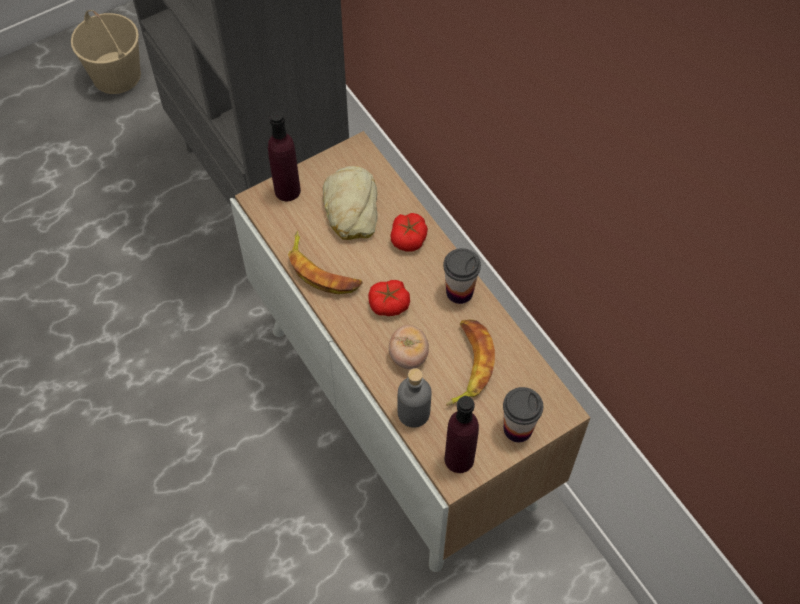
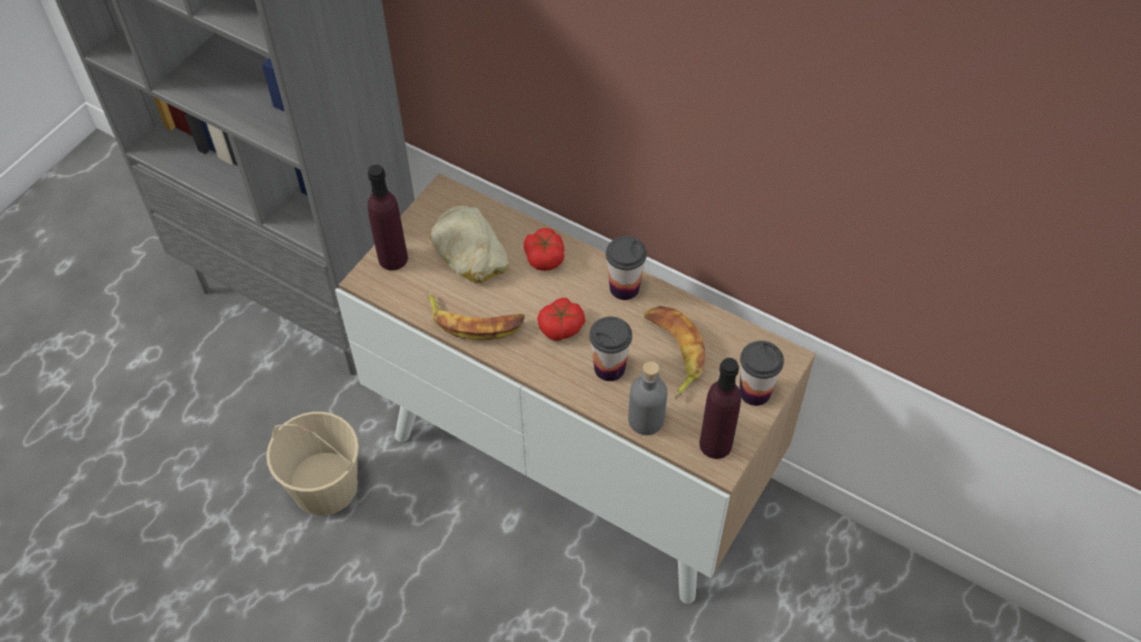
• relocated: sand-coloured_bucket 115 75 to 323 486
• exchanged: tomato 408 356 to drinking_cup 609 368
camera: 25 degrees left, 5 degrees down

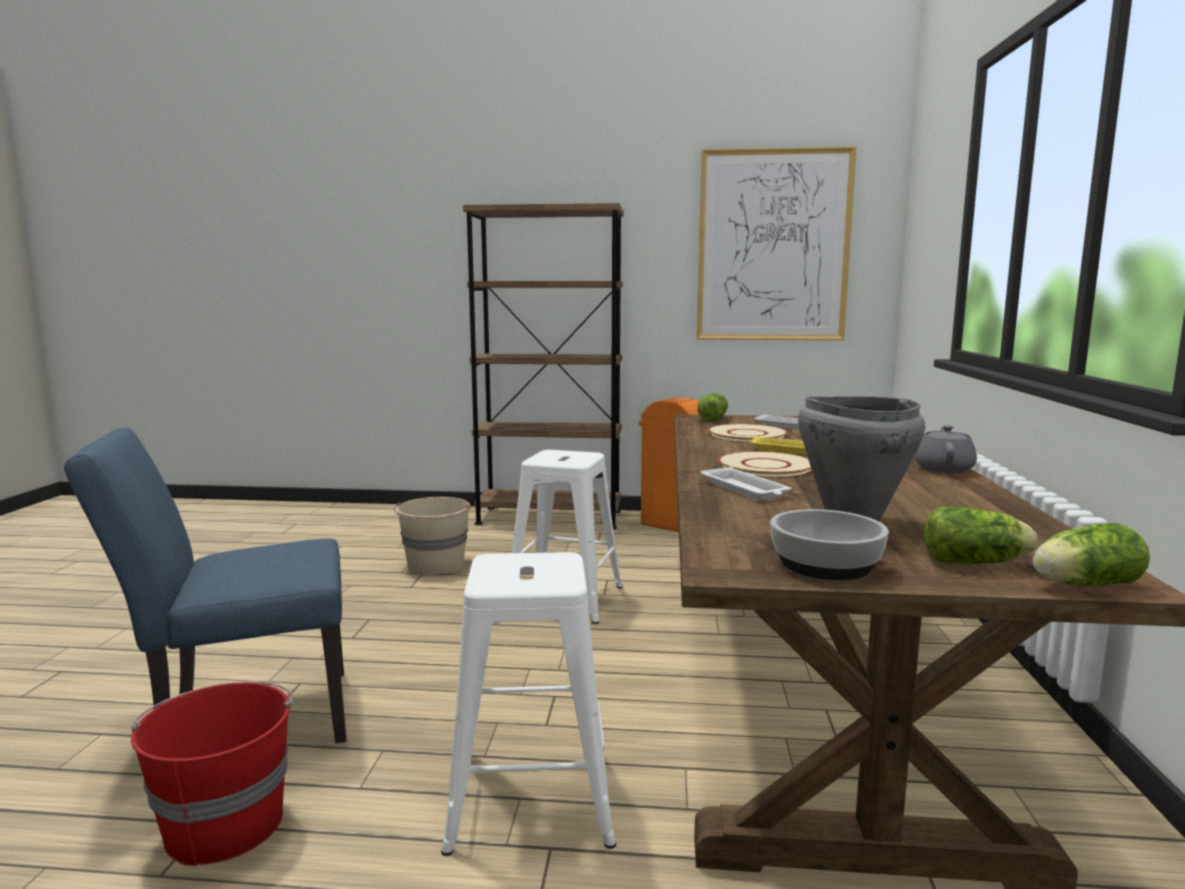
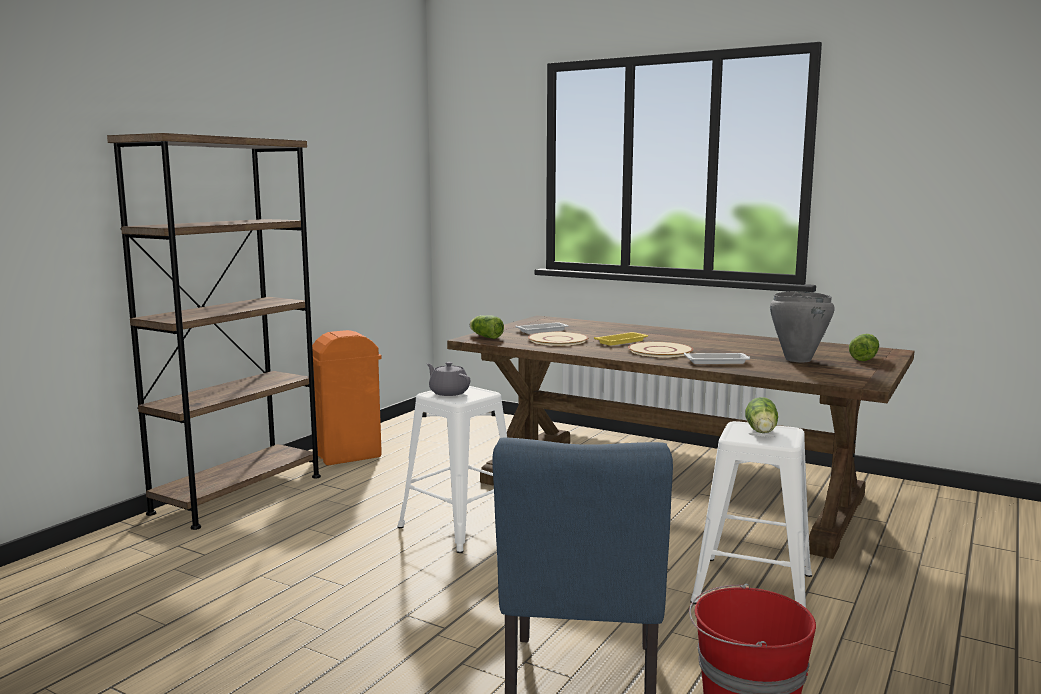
• missing: sand-coloured_bucket 435 565
• missing: wall_picture 773 246
• missing: serving_bowl 824 564
• relocated: greyish_tea_pot 944 469 to 448 392
• relocated: head_of_lettuce 1081 585 to 761 432
camera: 65 degrees left, 0 degrees up

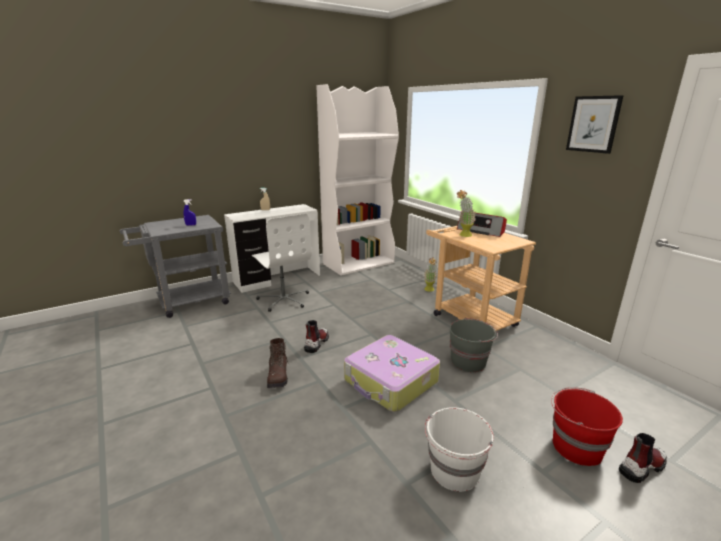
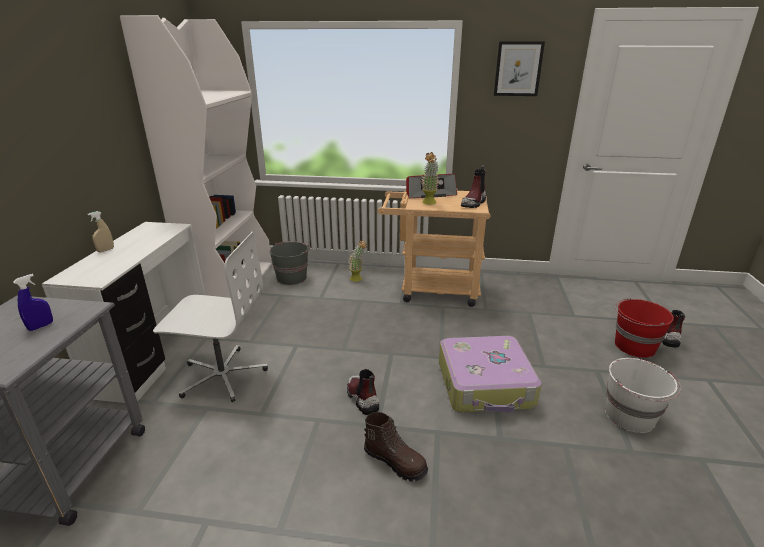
• relocated: greyish_bucket 469 361 to 292 277
• appeared: high-top_boot 473 203
camera: 50 degrees left, 5 degrees up

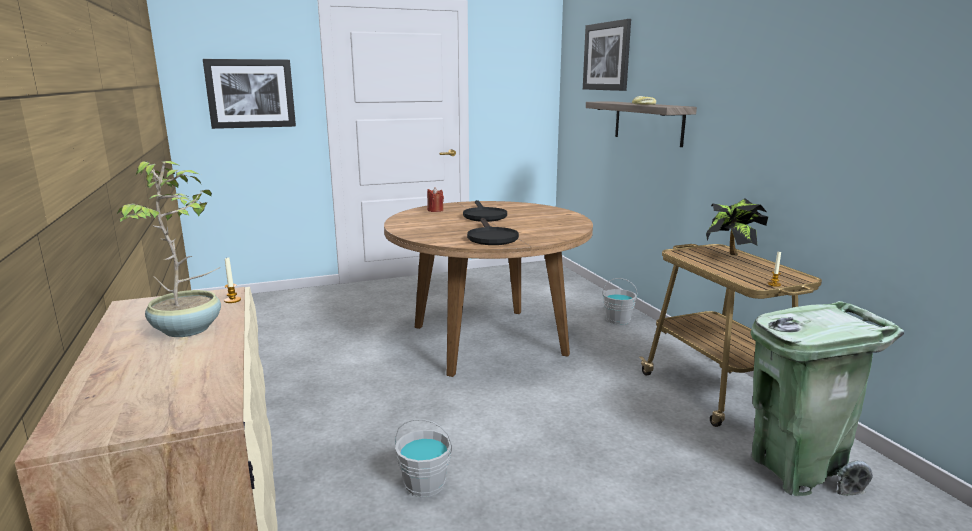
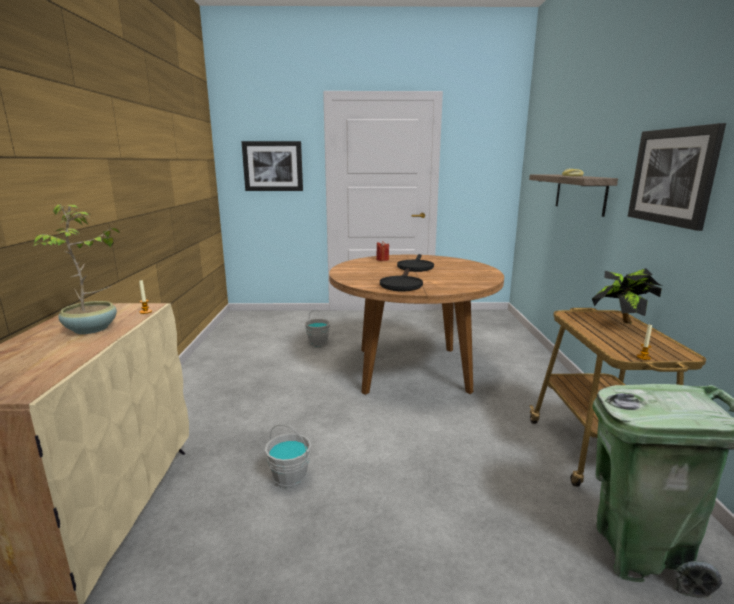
• relocated: wall_picture 607 56 to 672 176
• relocated: greyish_bucket 618 319 to 318 342
camera: 20 degrees right, 0 degrees up

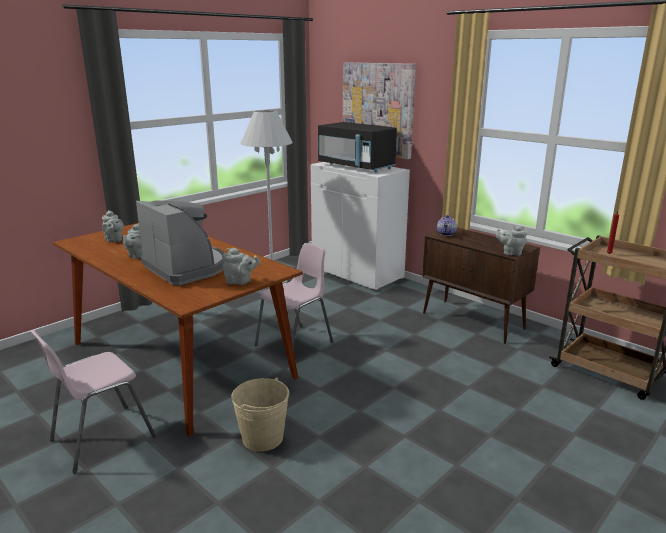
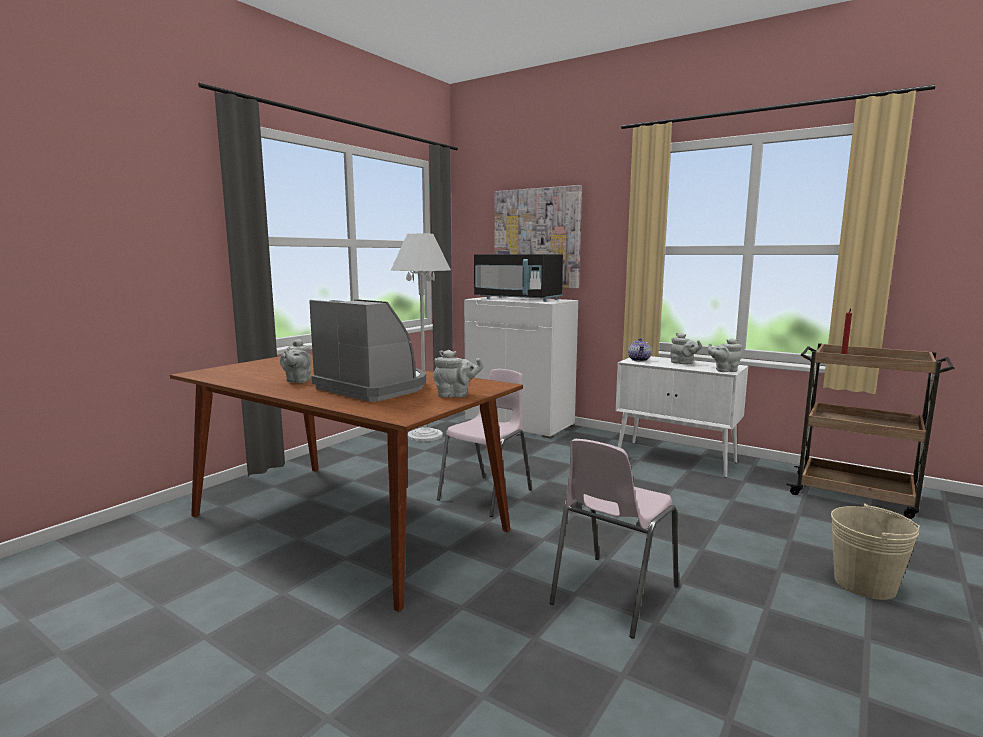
• relocated: pink_chair 101 438 to 612 595
• relocated: greyish_tea_pot 114 240 to 683 363
• relocated: sand-coloured_bucket 262 438 to 865 584
• colour: brownish_cupboard 473 321 to whitish_cupboard 677 459
camera: 10 degrees left, 10 degrees down

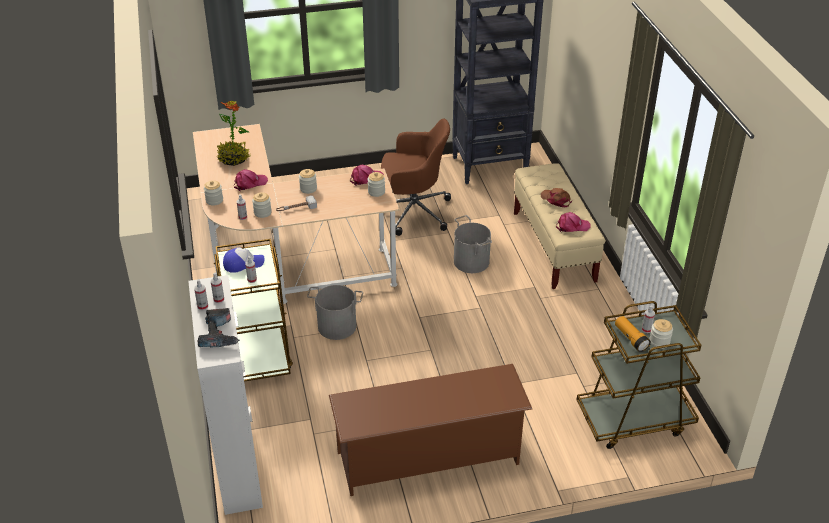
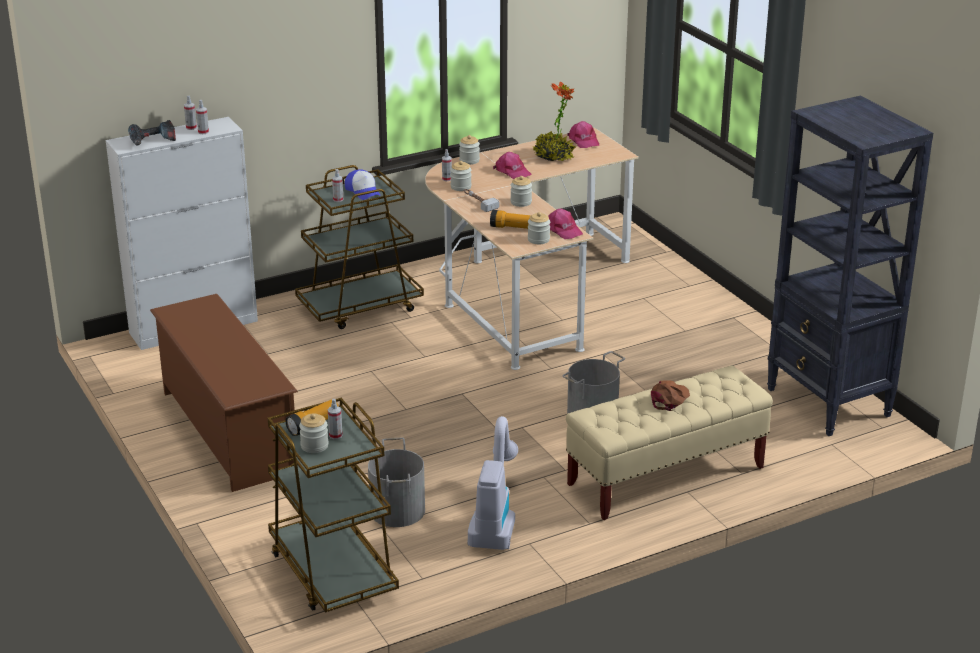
• relocated: greyish_bucket 337 327 to 396 510
• missing: brownish_office_chair 413 211
• relocated: pink_baseball_cap 572 226 to 583 141
• appeared: vacuum 494 520
• appeared: torch 512 228
camera: 75 degrees right, 10 degrees down

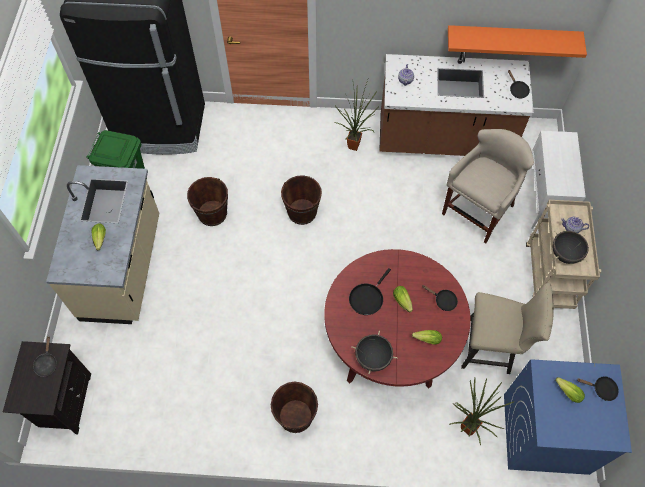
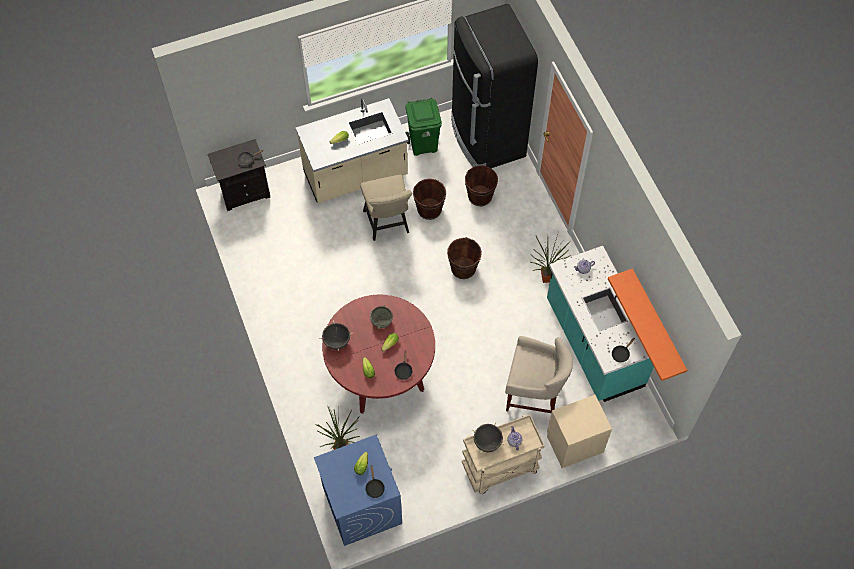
• relocated: brownish_bucket 295 416 to 480 196
• exchanged: black_frying_pan 367 298 to greyish_serving_bowl 381 321
• colour: brownish_kitchen_counter 444 139 to blue-green_kitchen_counter 593 344
• relocated: sand-coloured_chair 492 348 to 387 224
• exchanged: whitish_cupboard 544 200 to sand-coloured_nightstand 574 443
camera: 65 degrees right, 0 degrees up

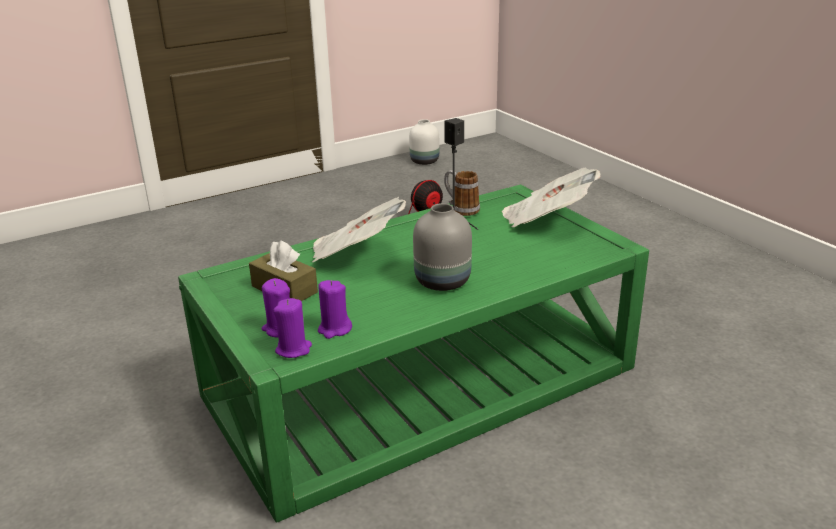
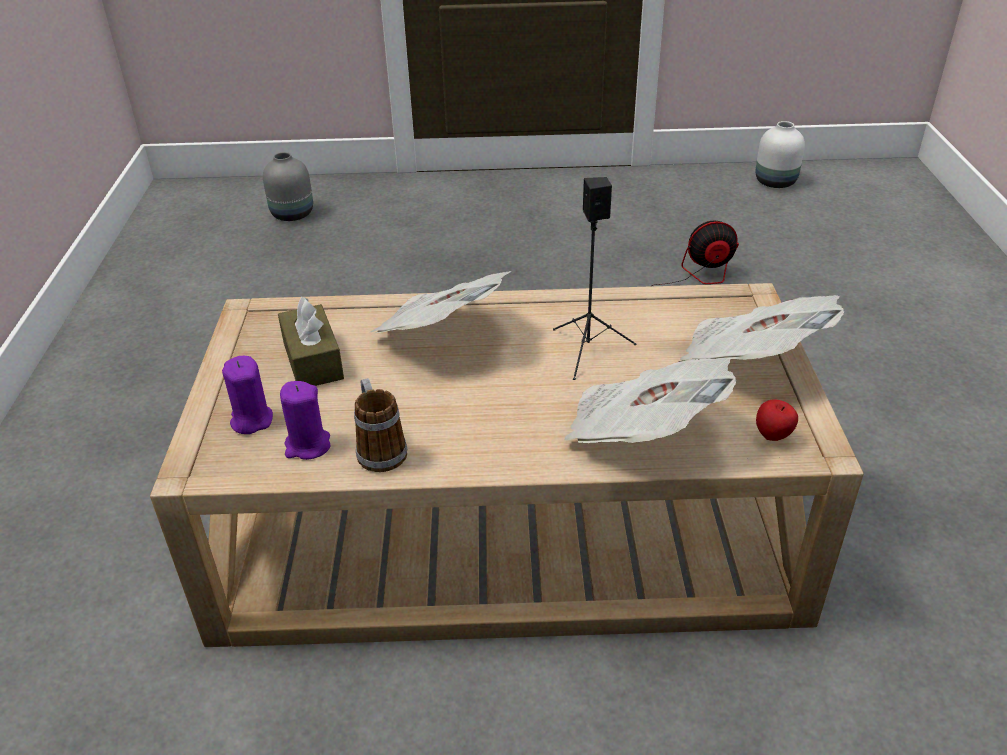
• colour: green-coloured_low_table 422 383 to sand-coloured_low_table 506 526
• missing: purplish_candle 293 349
• relocated: greyish_flower_vase 441 282 to 291 214
• relocated: mug 461 209 to 379 449
• appeared: printed_paper 641 433
• appeared: whole_apple 773 436
camera: 30 degrees right, 10 degrees up

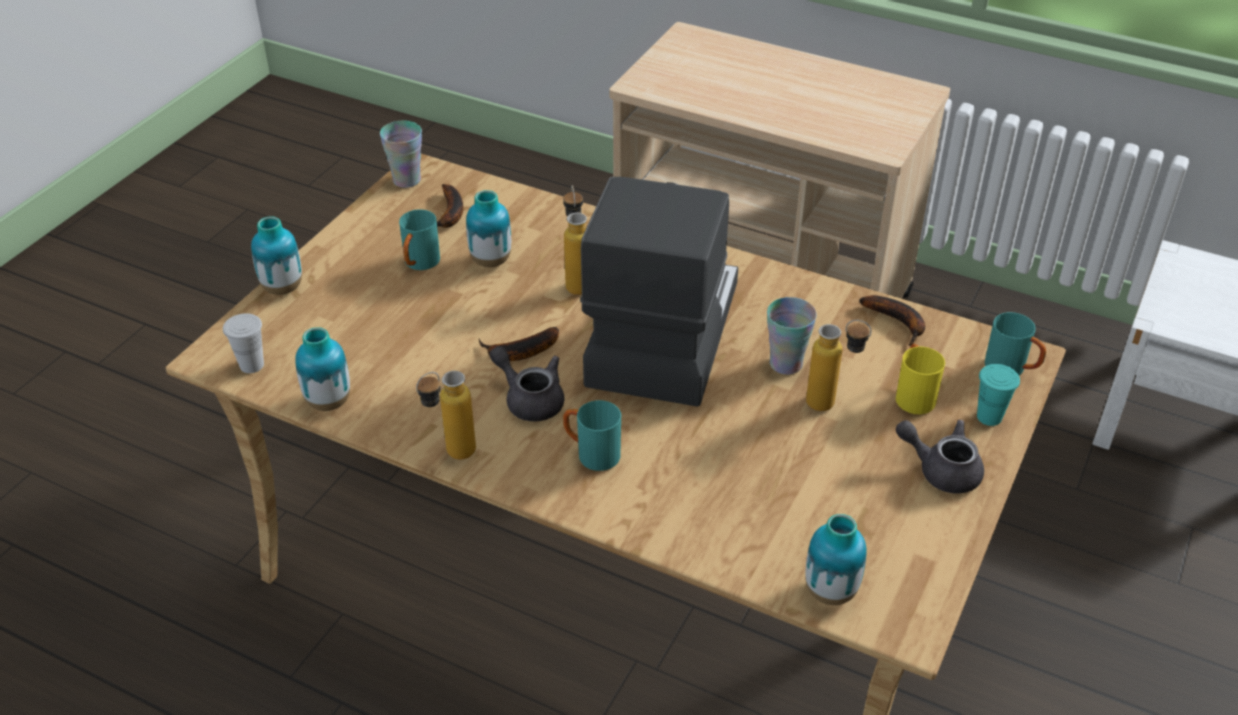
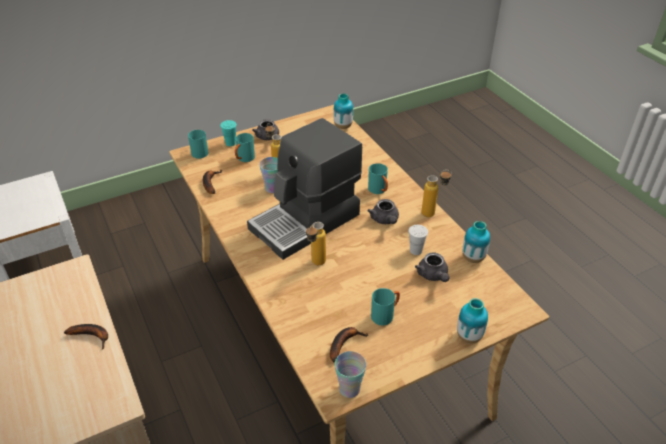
• relocated: whitish_drinking_cup 252 365 to 416 250
• missing: flower_vase 491 261
• relocated: banana 519 353 to 92 336
• colour: yellow_mug 913 395 to blue-green_mug 244 159
• appeared: greyish_tea_pot 433 276
camera: 145 degrees left, 0 degrees up

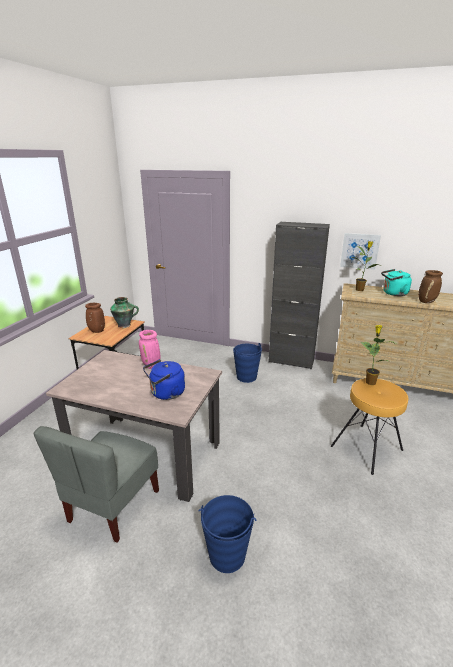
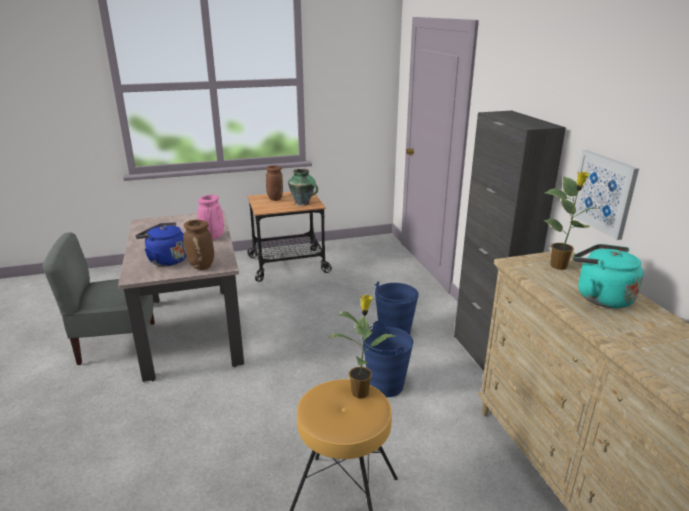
• relocated: bluish_bucket 227 555 to 385 385
• relocated: brownish_flower_vase 426 301 to 202 267
camera: 55 degrees right, 0 degrees up

